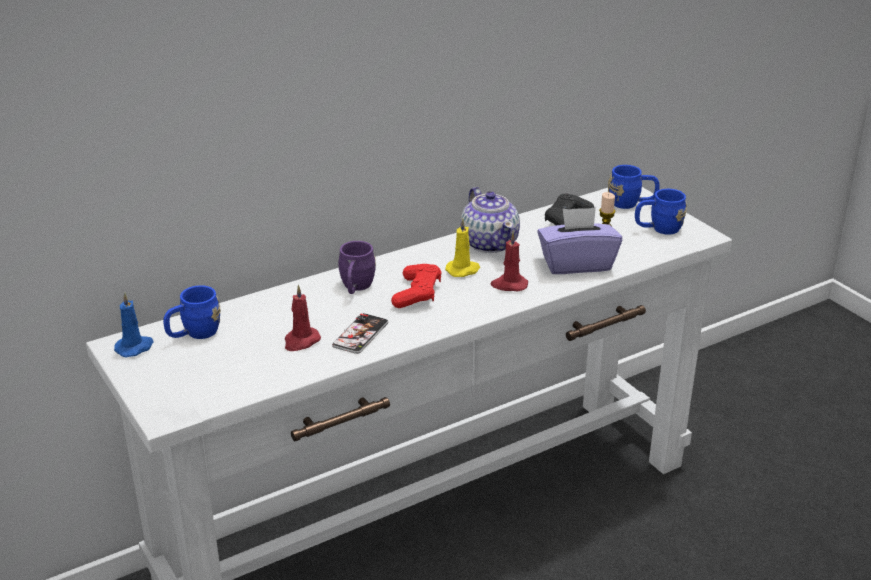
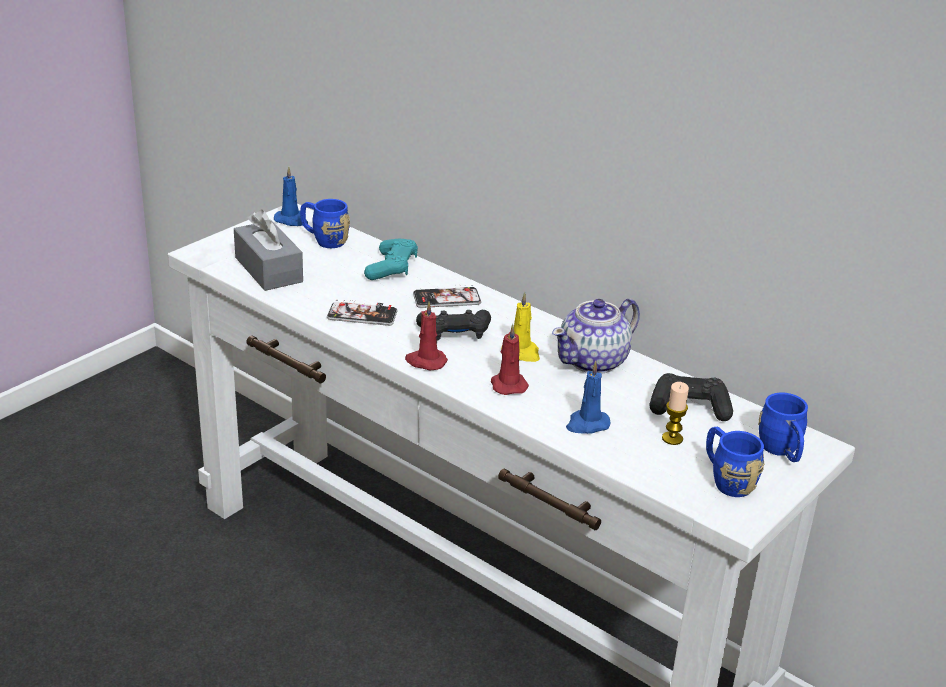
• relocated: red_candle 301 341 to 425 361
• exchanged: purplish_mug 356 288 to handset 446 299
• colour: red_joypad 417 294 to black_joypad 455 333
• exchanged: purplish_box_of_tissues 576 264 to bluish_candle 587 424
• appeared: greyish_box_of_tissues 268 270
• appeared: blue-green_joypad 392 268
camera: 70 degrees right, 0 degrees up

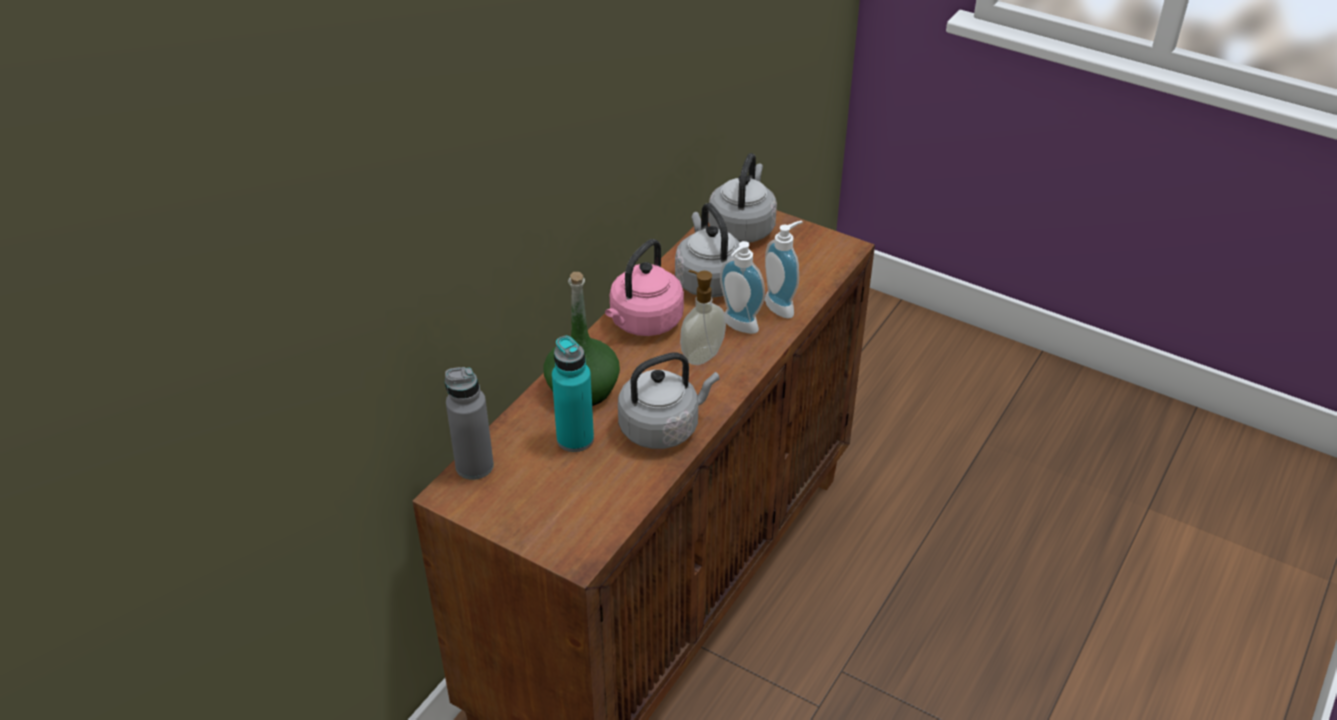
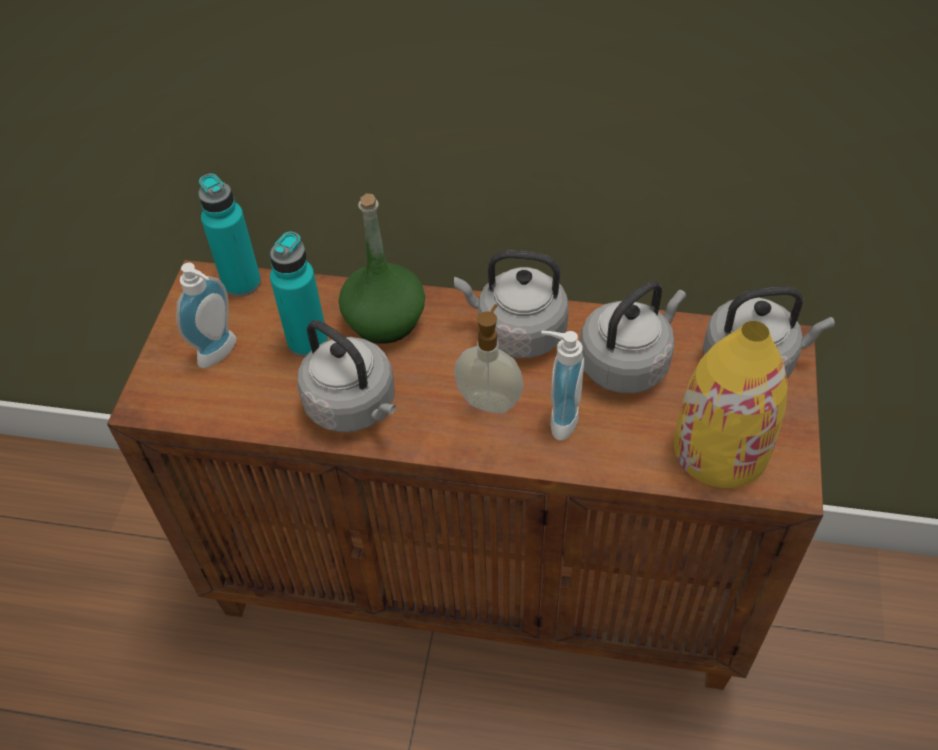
• colour: greyish_bottle 474 466 to blue-green_bottle 241 283
• colour: pink_water_kettle 644 323 to greyish_water_kettle 516 332
• relocated: soap_dispenser 783 305 to 221 354
• appeared: yellow_flower_vase 721 448
camera: 70 degrees right, 10 degrees up

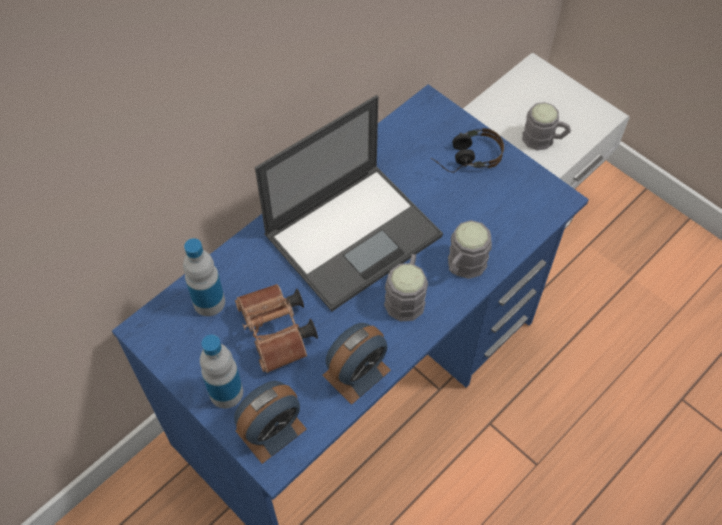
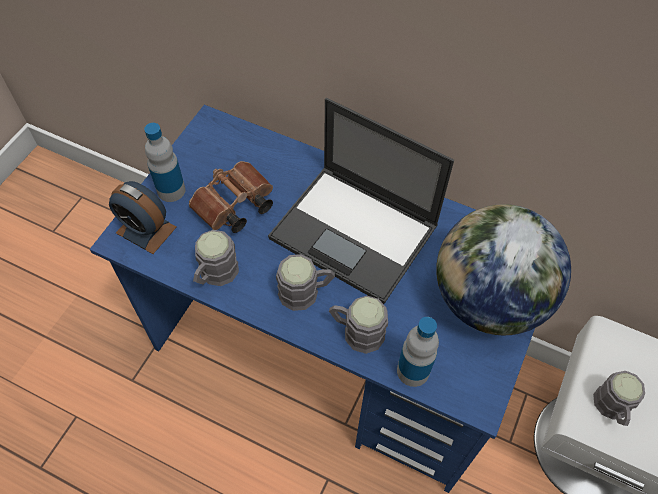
• relocated: bottle 209 302 to 413 371
• exchanged: table_clock 356 373 to greyish_mug 215 275
• exchanged: headset 464 158 to desk_globe 488 300
camera: 70 degrees right, 0 degrees up

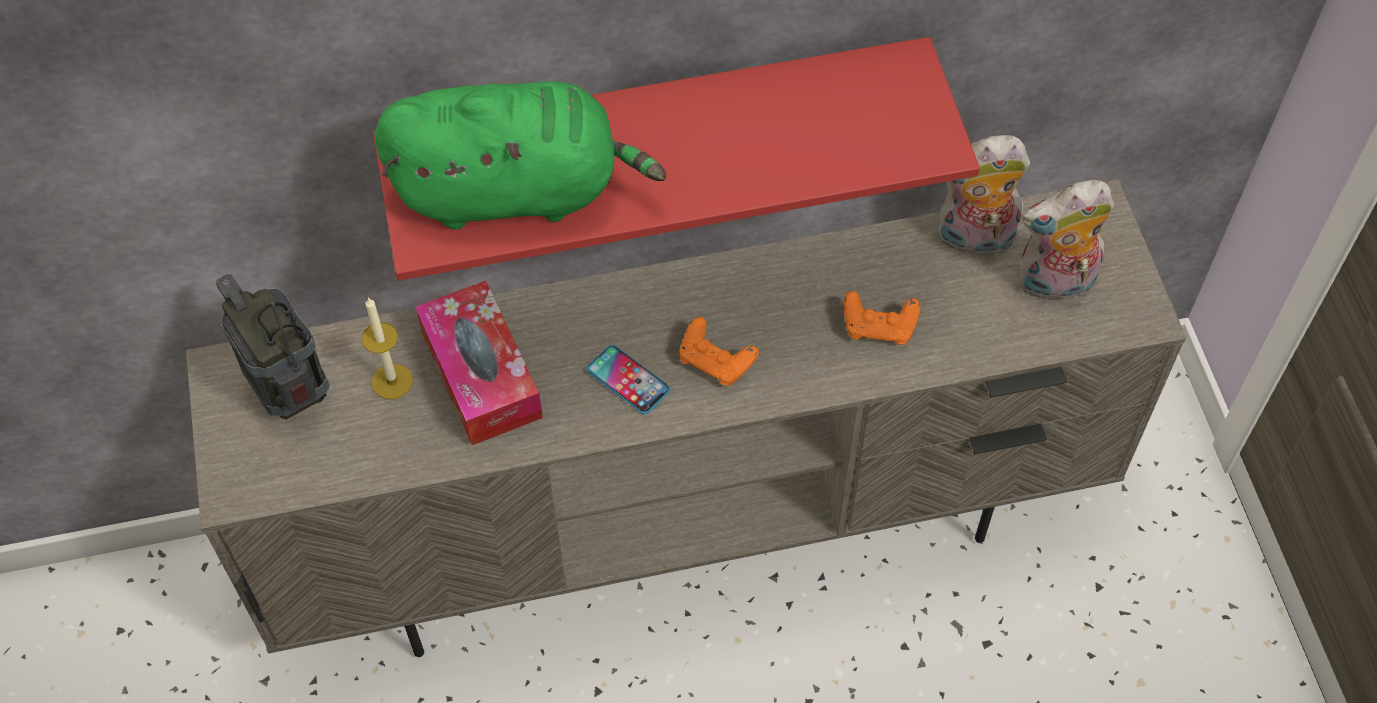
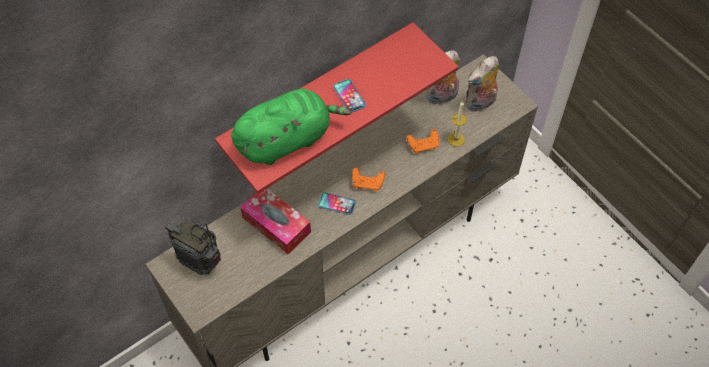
• relocated: candle 392 381 to 456 139
• appeared: handset 349 96
camera: 25 degrees left, 0 degrees up

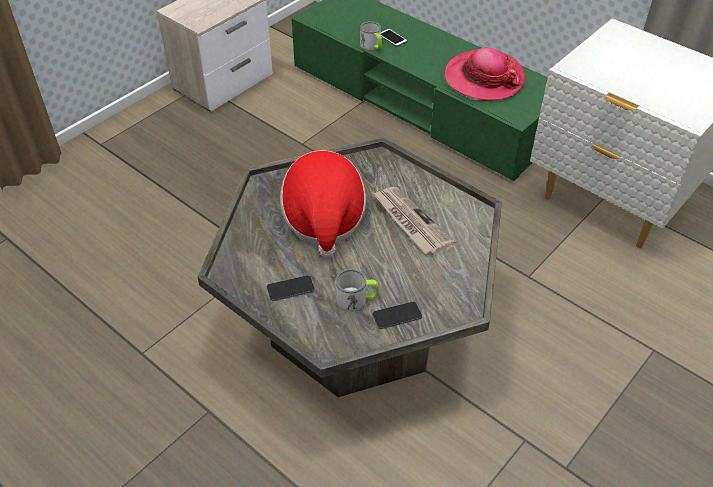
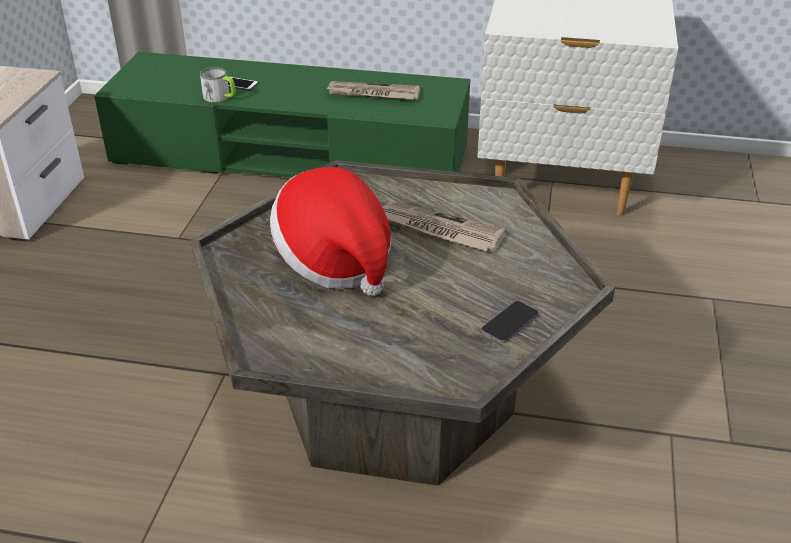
• missing: handset 290 289
• missing: mug 357 299
• exchanged: clothing_hat 483 78 to printed_paper 373 94
camera: 30 degrees left, 10 degrees down

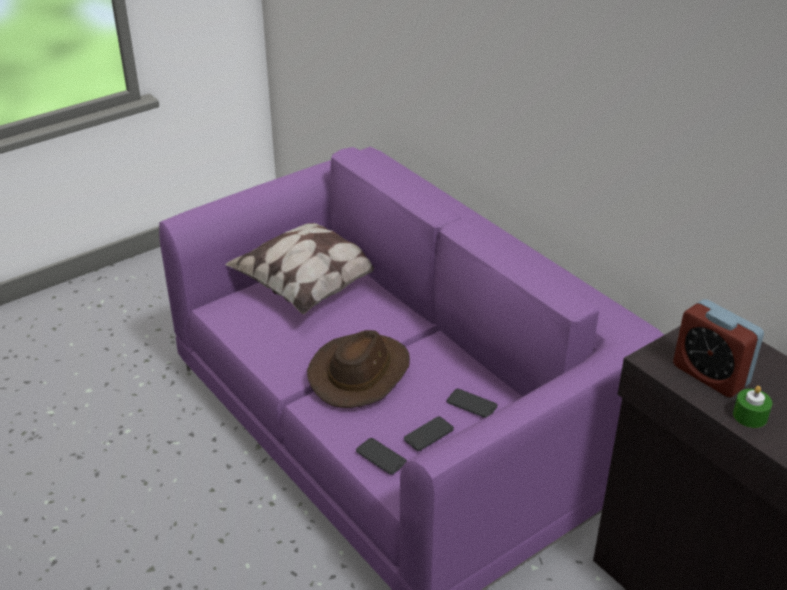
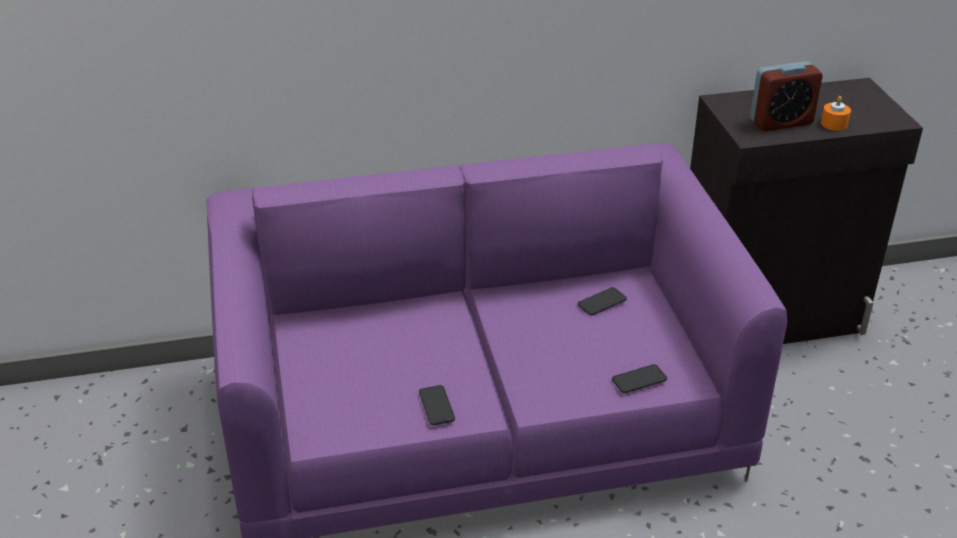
• missing: cushion 309 285
• missing: brownish_clothing_hat 360 373
• relocated: handset 428 434 to 436 405
• colour: green-coloured_candle 750 416 to orangey_candle 834 124
camera: 65 degrees left, 0 degrees up

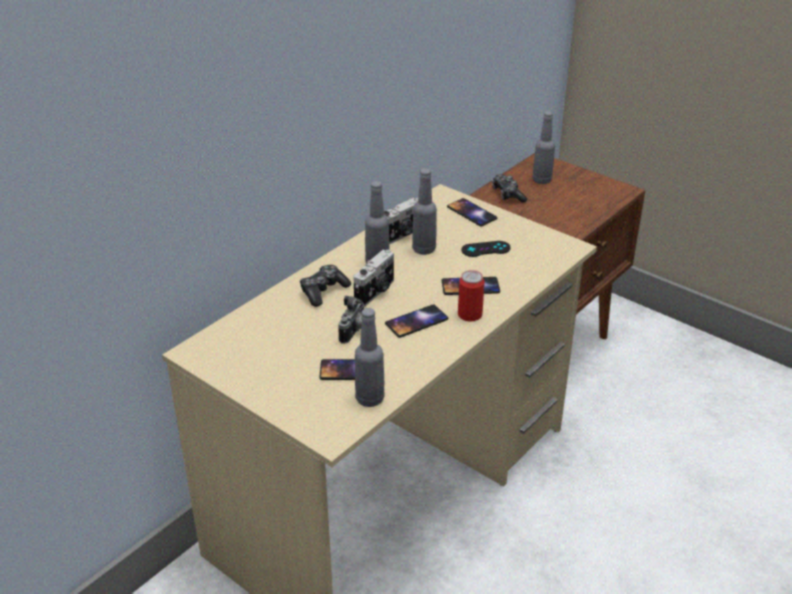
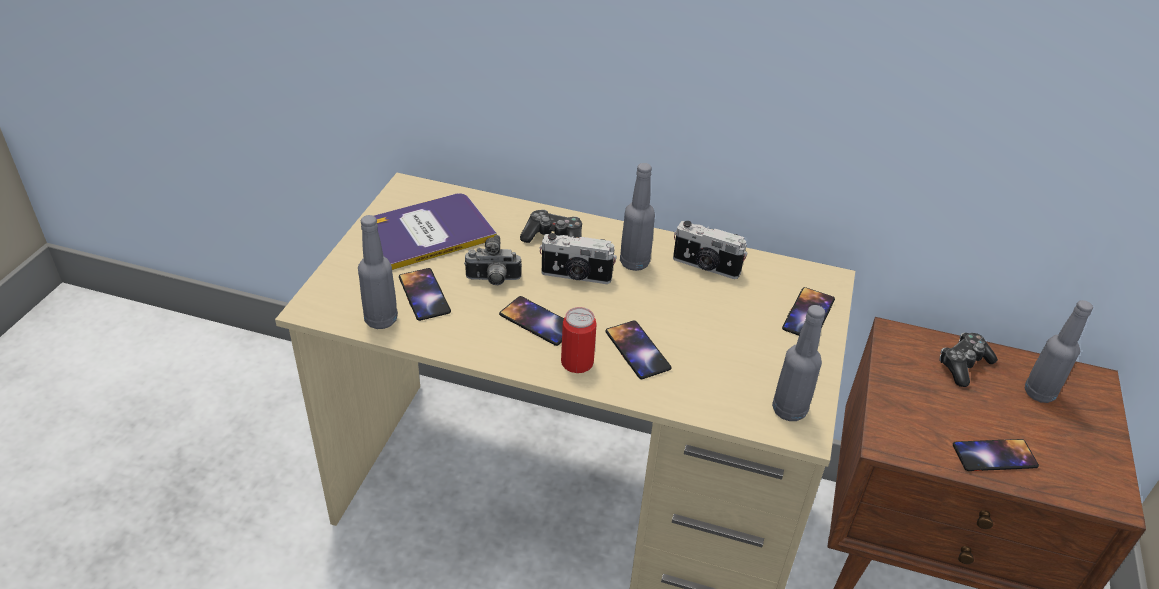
• relocated: greyish_bottle 423 249 to 789 410
• missing: black_joypad 486 249
• appeared: book 428 232
• appeared: handset 994 455
camera: 65 degrees right, 5 degrees up

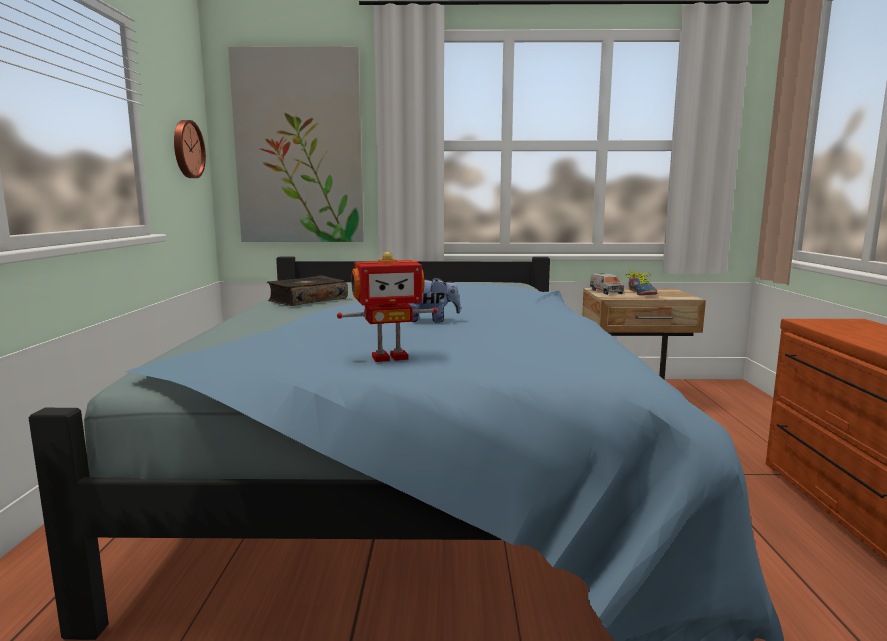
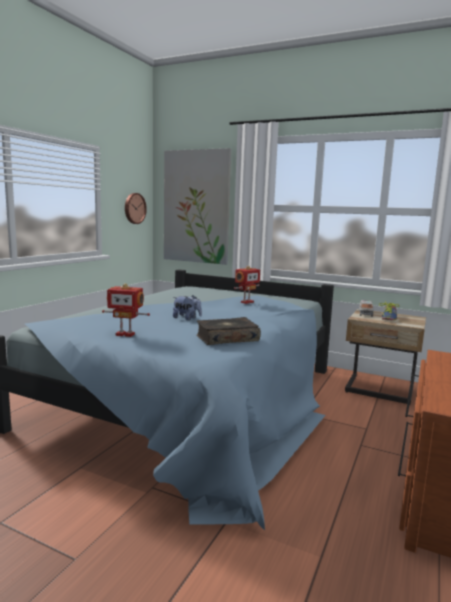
• relocated: book 307 300 to 227 338
• appeared: model_robot 246 302
camera: 25 degrees right, 0 degrees up

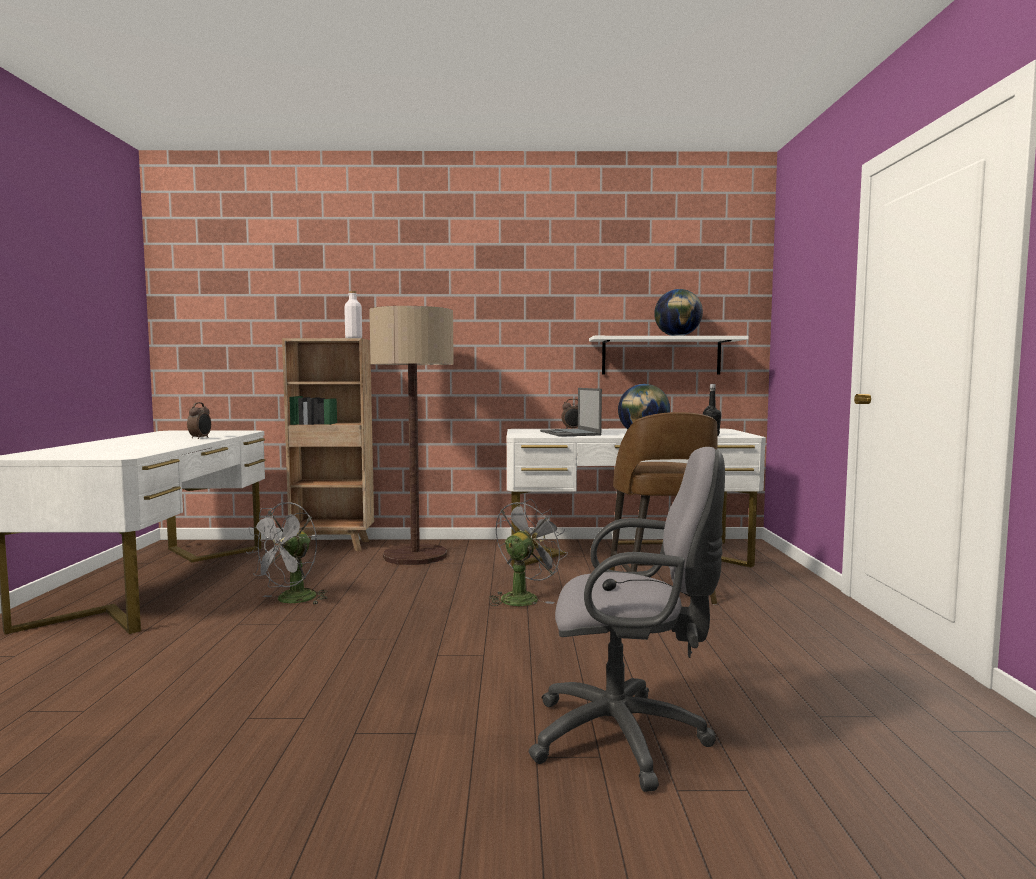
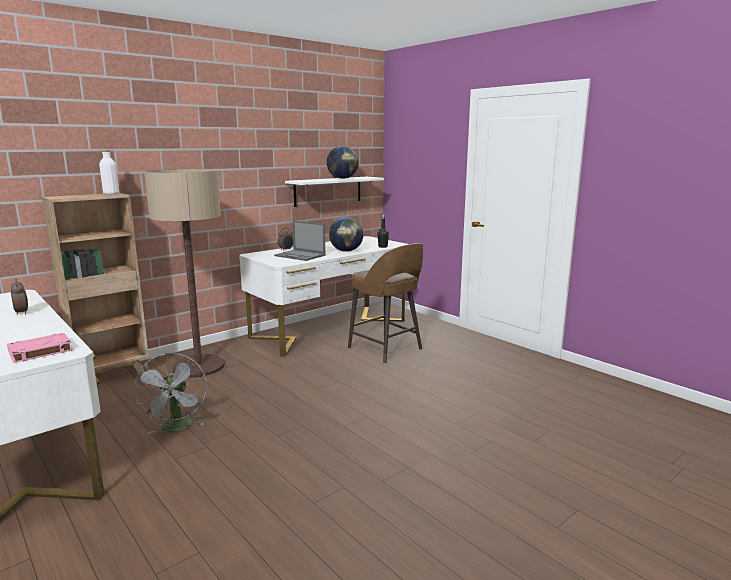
• missing: greyish_fan 523 598
• missing: greyish_office_chair 627 738
• appeared: pink_book 40 351
camera: 40 degrees left, 10 degrees up

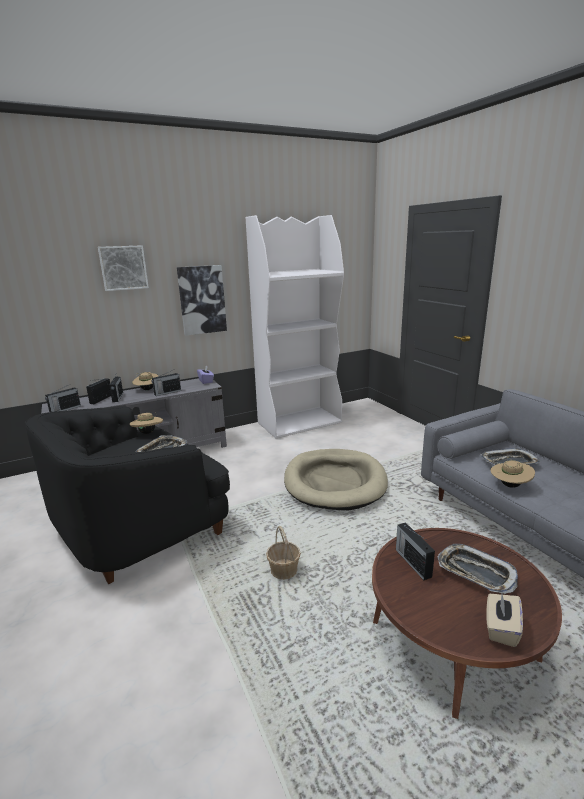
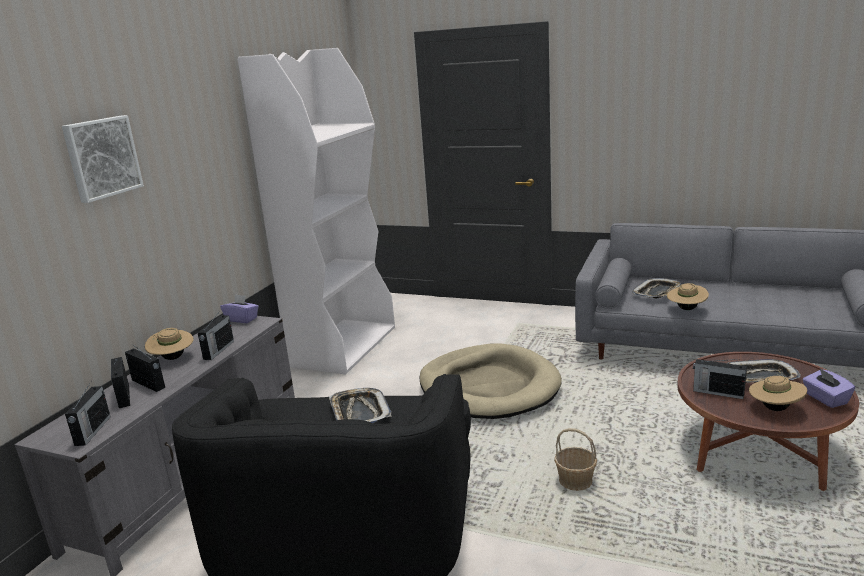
• relocated: sand-coloured_clothing_hat 148 433 to 775 408
• missing: wall_picture 202 300
• colour: sand-coloured_box_of_tissues 501 628 to purplish_box_of_tissues 825 399
camera: 40 degrees left, 0 degrees up

